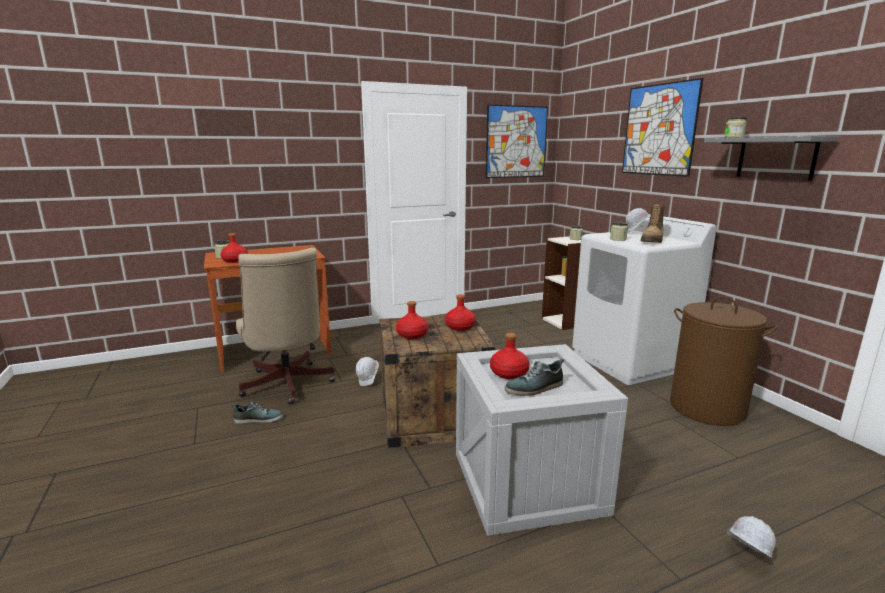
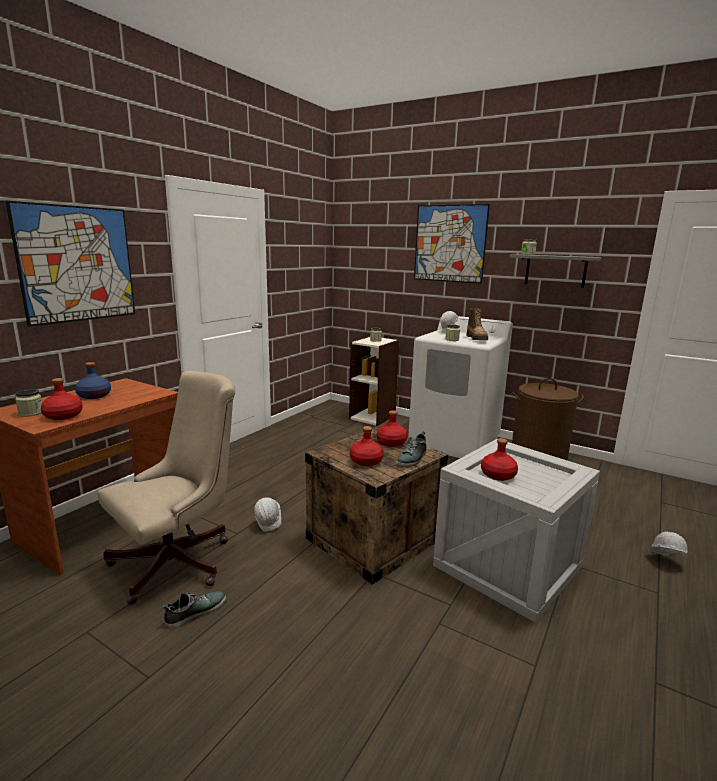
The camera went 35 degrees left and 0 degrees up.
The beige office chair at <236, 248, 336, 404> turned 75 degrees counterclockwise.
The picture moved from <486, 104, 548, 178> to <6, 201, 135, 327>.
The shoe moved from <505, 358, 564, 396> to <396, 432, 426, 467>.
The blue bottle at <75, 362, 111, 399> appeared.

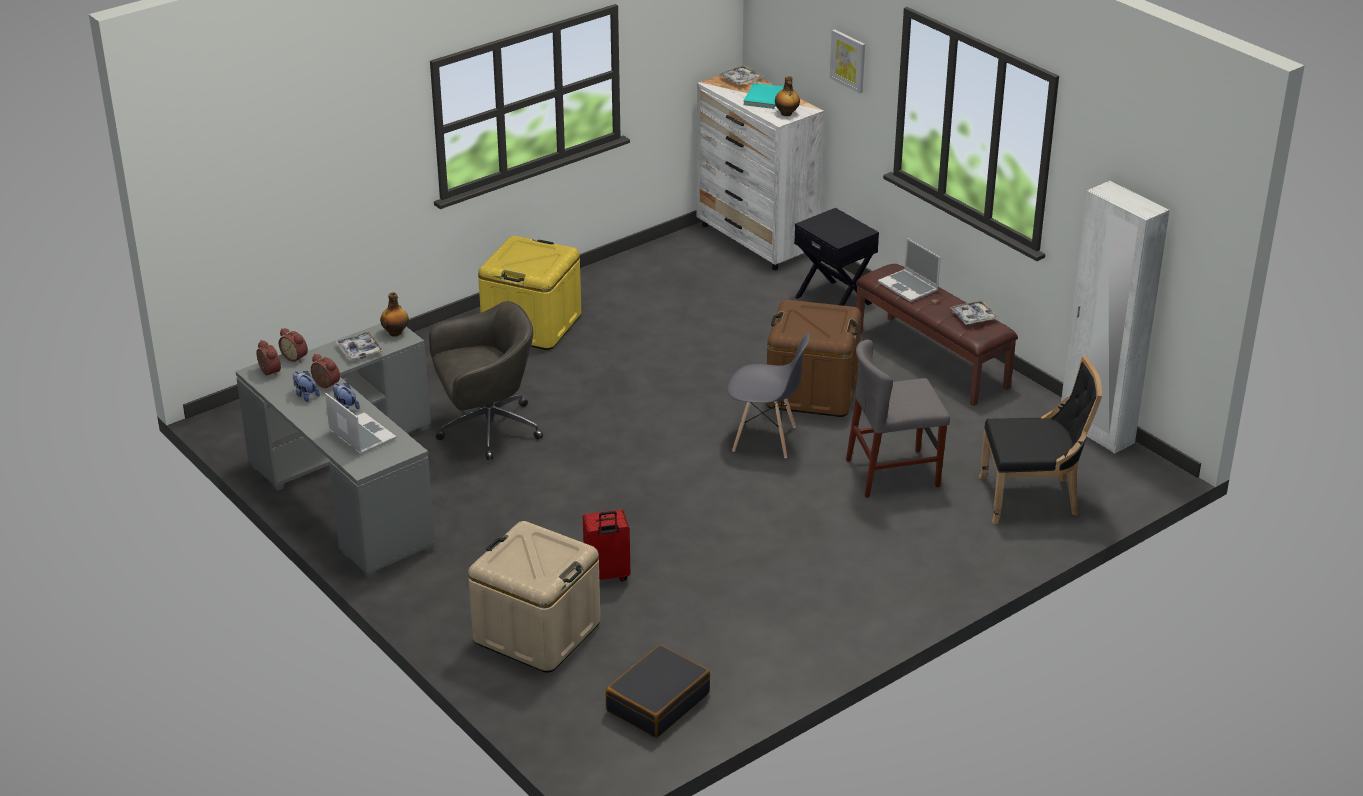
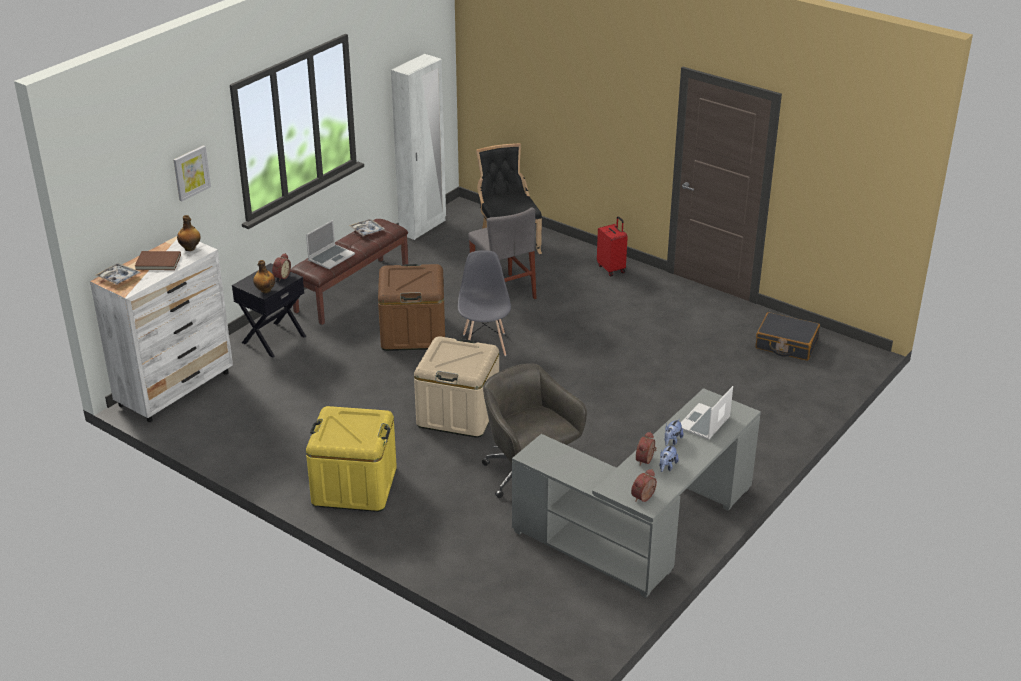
The camera went 105 degrees left and 0 degrees up.
The alarm clock moved from <279, 328, 308, 362> to <272, 253, 291, 281>.
The tray at <335, 332, 384, 360> disappeared.
The bottle moved from <380, 292, 409, 337> to <253, 260, 275, 293>.
The beige storage box moved from <468, 521, 601, 672> to <414, 336, 499, 438>.
The red suitcase moved from <583, 509, 630, 582> to <597, 216, 628, 276>.
The turquoise book at <743, 83, 784, 109> became the brown book at <135, 251, 181, 270>.

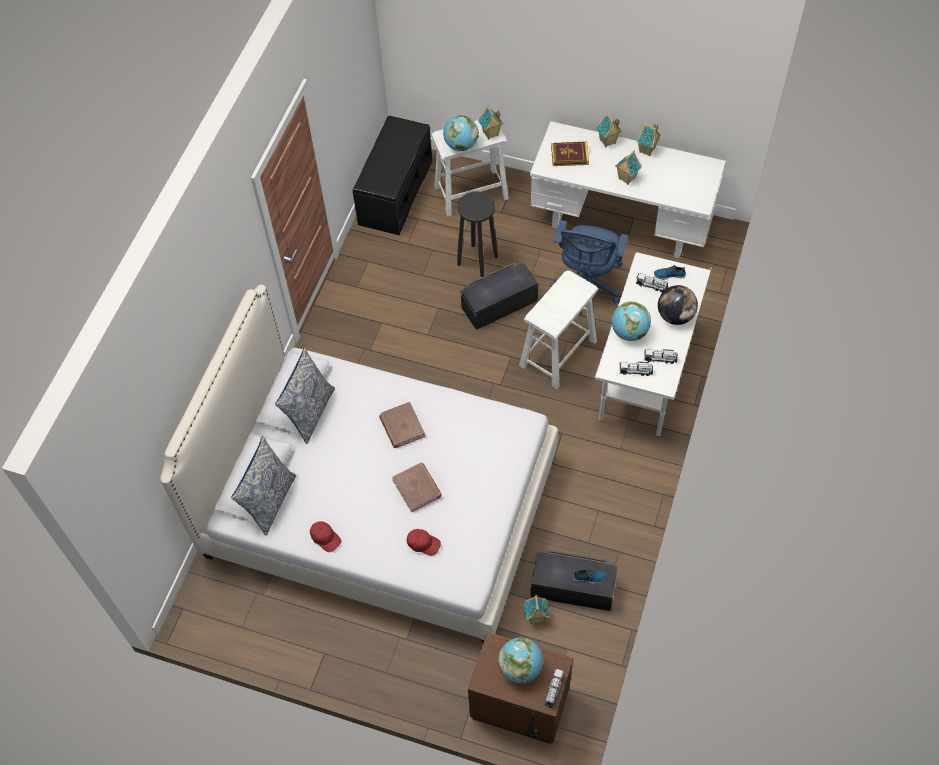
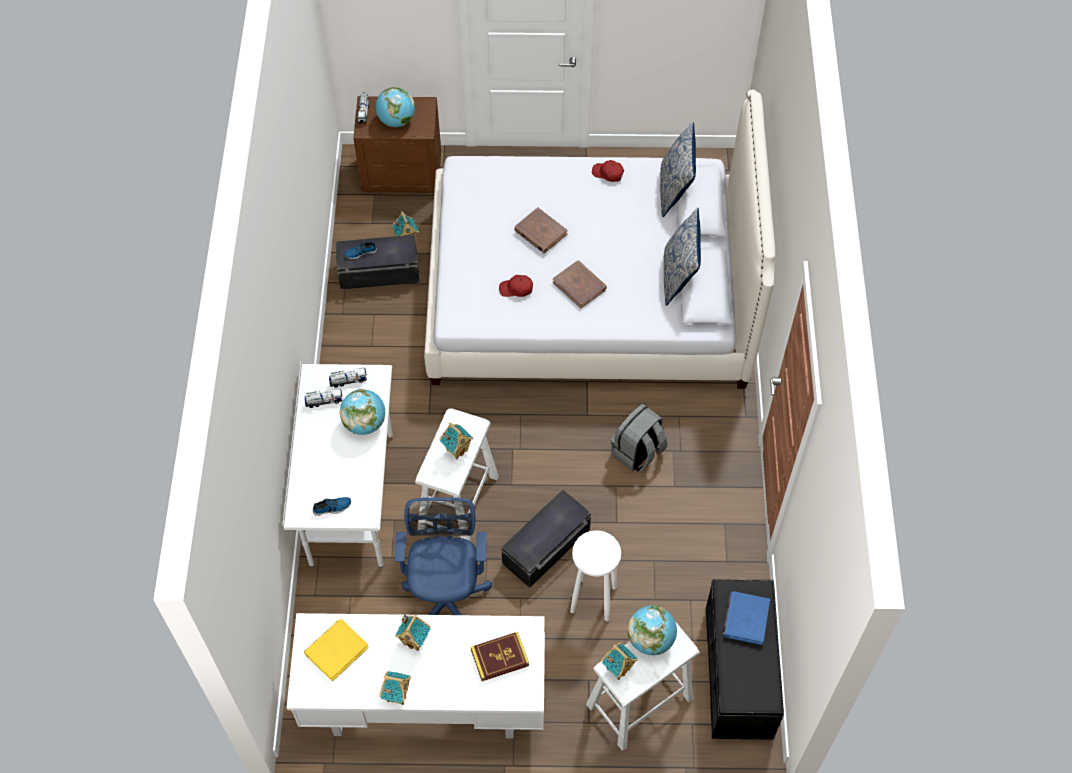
The camera went 160 degrees right and 0 degrees up.
The red cap moved from <407, 529, 441, 556> to <499, 275, 533, 297>.
The black stool at <457, 191, 498, 277> became the white stool at <570, 530, 621, 621>.
The toy house moved from <596, 113, 622, 148> to <439, 422, 473, 459>.
The toy truck at <636, 273, 669, 292> disappeared.
The globe at <658, 285, 698, 325> disappeared.
The yellow book at <304, 619, 369, 681> appeared.
The grey backpack at <611, 404, 667, 472> appeared.
The blue book at <723, 591, 770, 645> appeared.

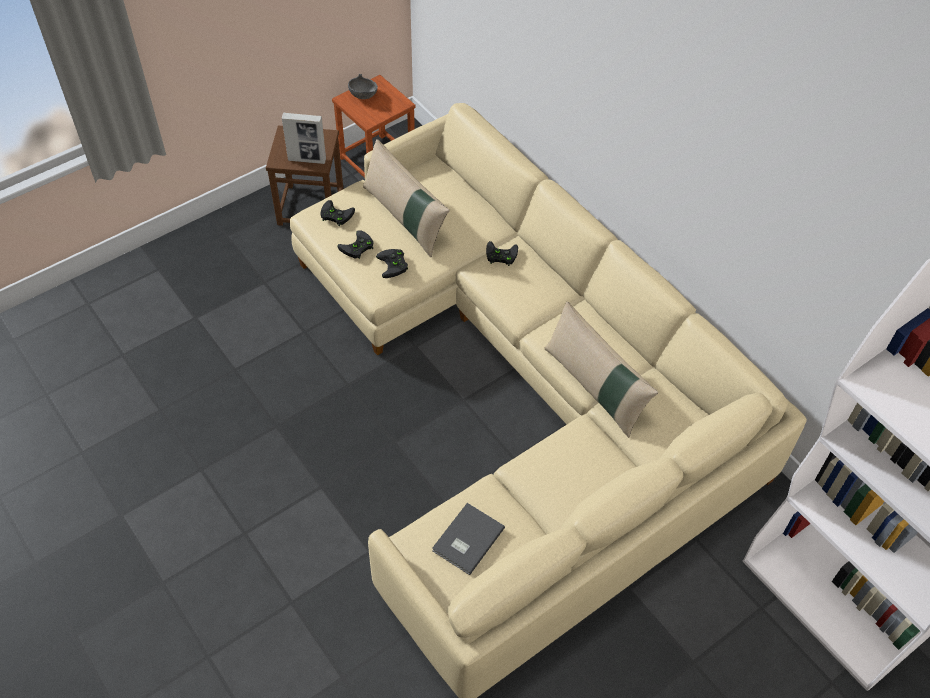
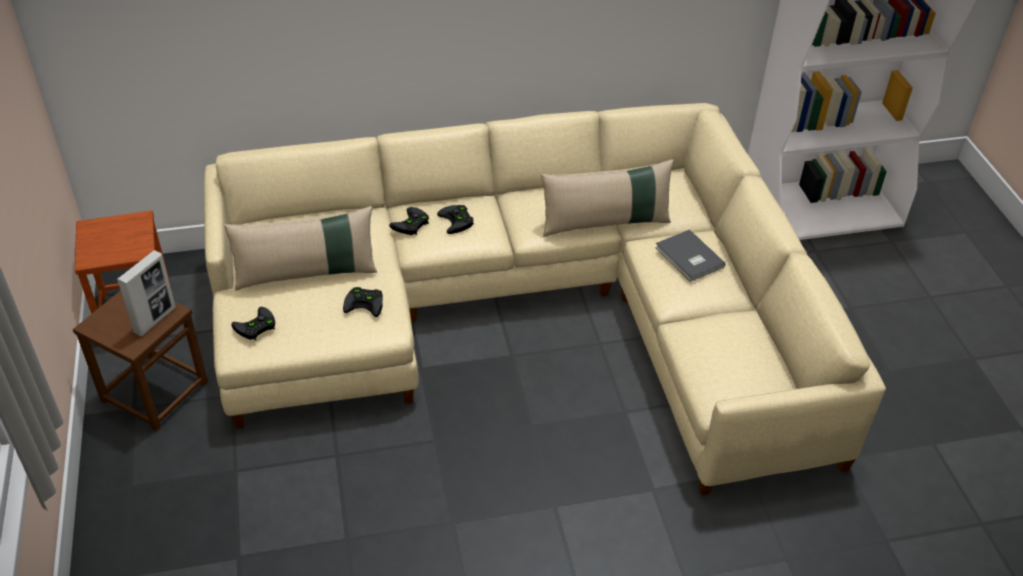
The camera went 65 degrees left and 10 degrees down.
The black game controller moved from <338, 230, 374, 259> to <437, 205, 474, 234>.
The grey bowl at <348, 74, 378, 99> disappeared.
The grey book moved from <432, 503, 505, 575> to <655, 229, 725, 282>.

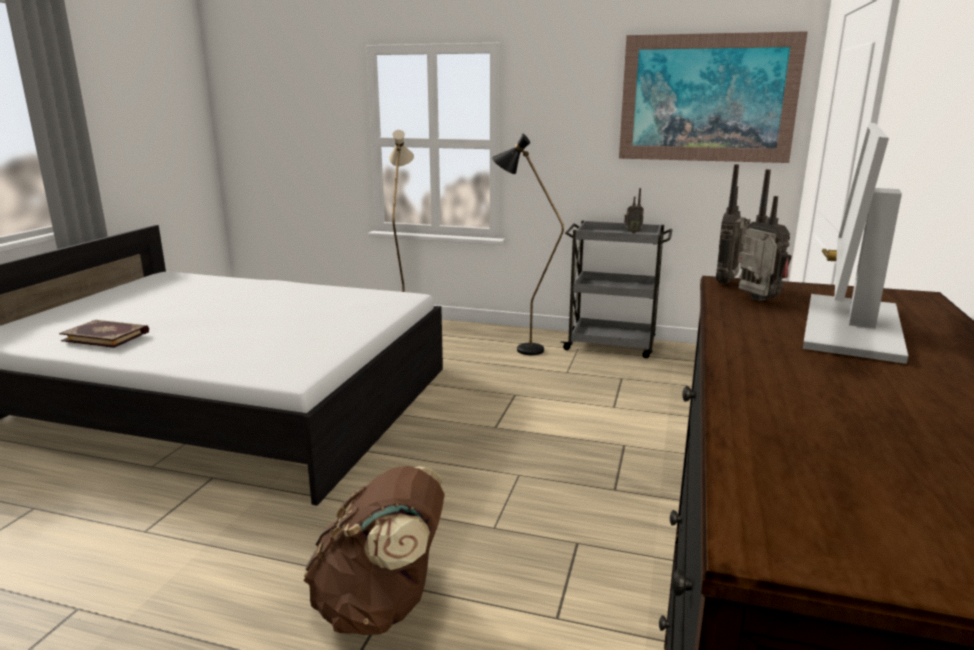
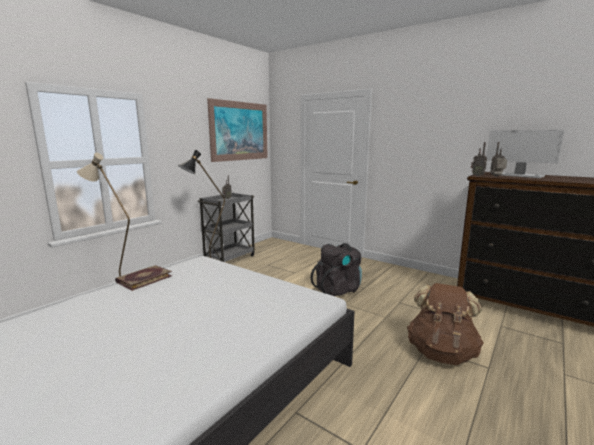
The camera went 70 degrees left and 5 degrees down.
The book moved from <59, 320, 149, 348> to <115, 265, 172, 291>.
The black backpack at <311, 243, 362, 296> appeared.

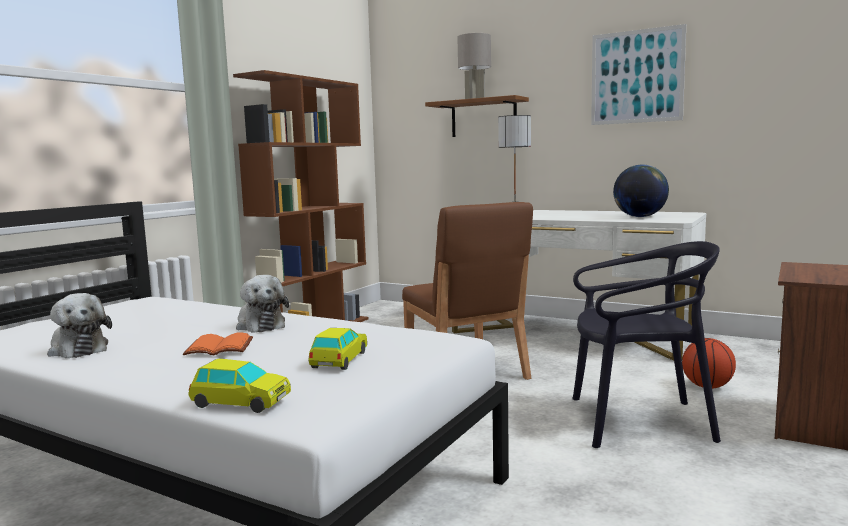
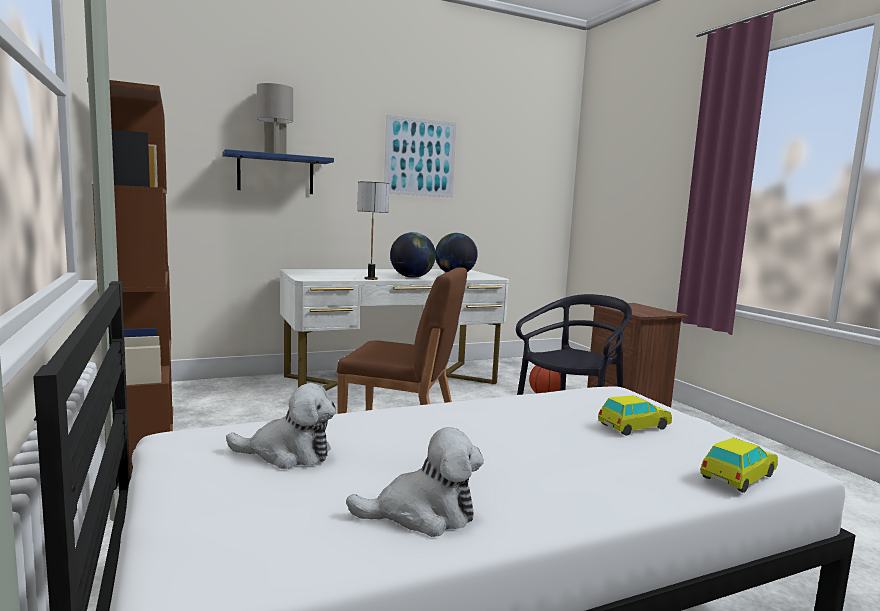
The camera went 55 degrees left and 0 degrees up.
The orange book at <183, 332, 253, 355> disappeared.
The plush toy moved from <236, 275, 289, 332> to <226, 383, 336, 469>.
The toy car at <308, 328, 367, 370> turned 105 degrees clockwise.
The brown shelf at <425, 95, 529, 137> became the blue shelf at <222, 149, 334, 194>.
The globe at <390, 232, 436, 278> appeared.

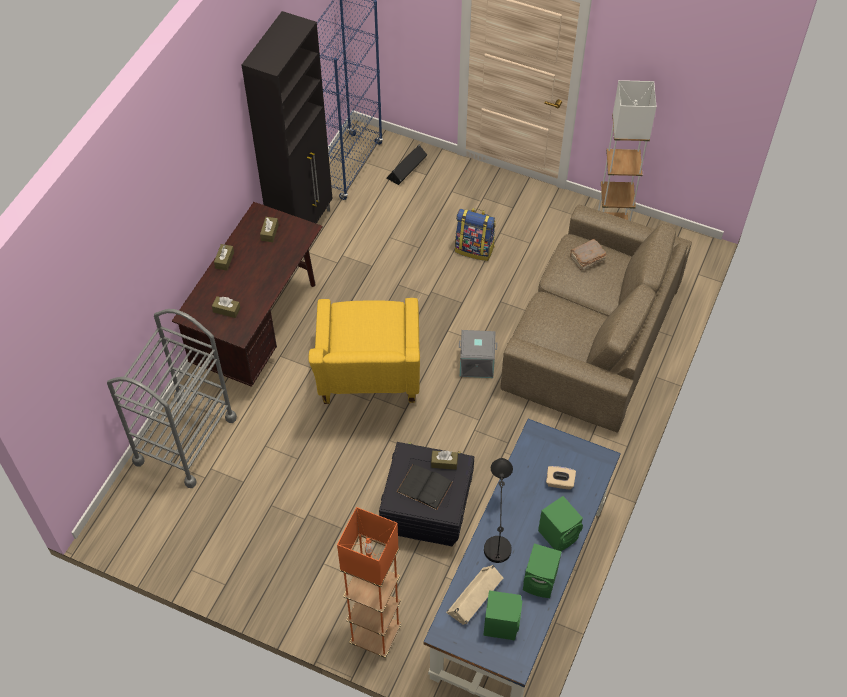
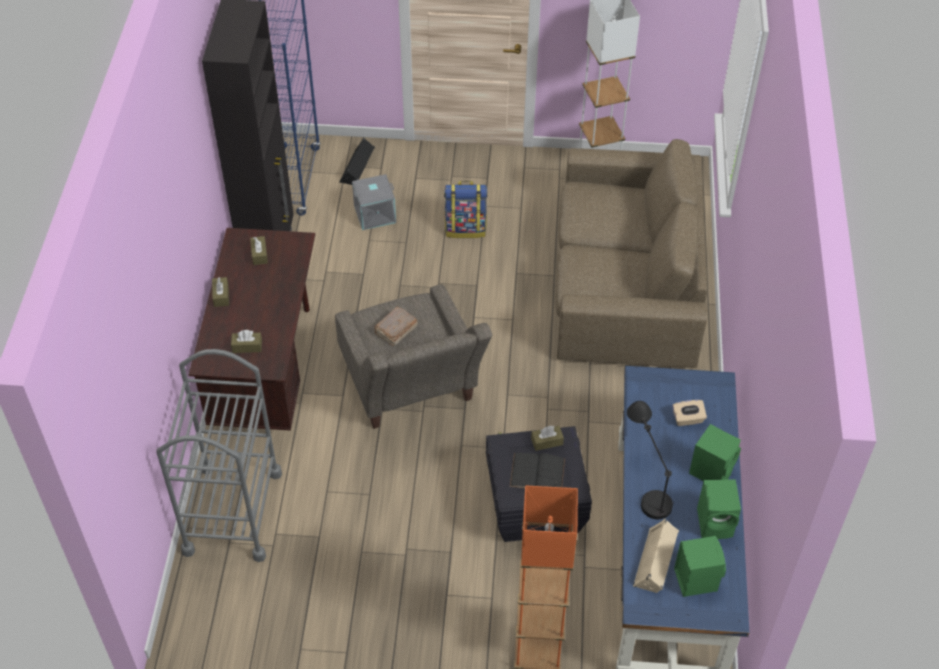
The camera went 20 degrees left and 5 degrees down.
The yellow armchair at <308, 298, 420, 404> became the grey armchair at <335, 284, 492, 429>.
The grey storage box moved from <459, 330, 497, 378> to <352, 174, 396, 230>.
The brown book moved from <570, 239, 607, 270> to <375, 306, 418, 346>.

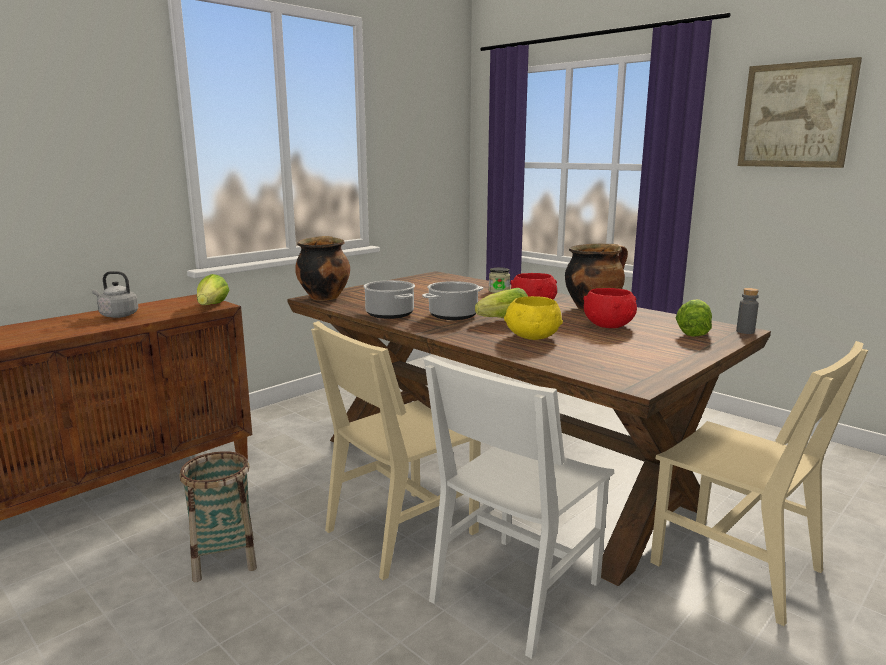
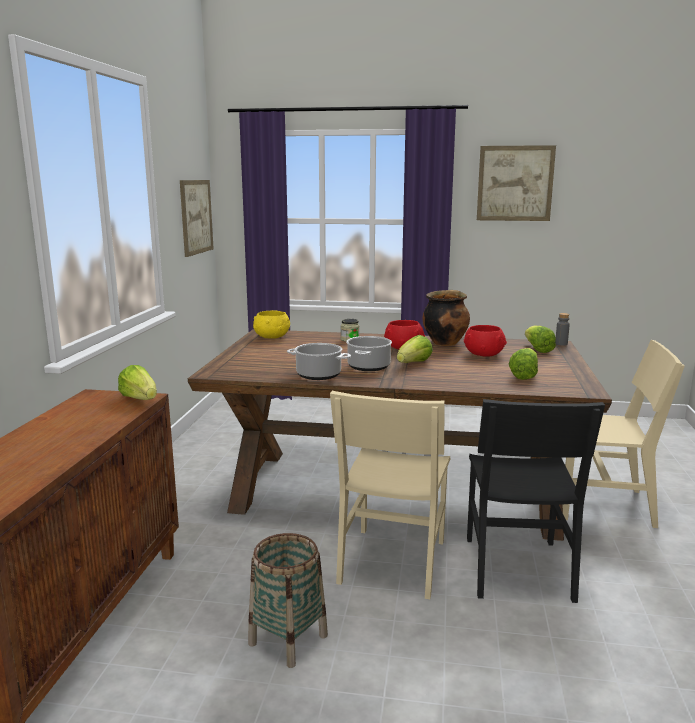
The camera went 35 degrees left and 0 degrees up.
The grey kettle at <92, 271, 139, 318> disappeared.
The cooking pot at <295, 236, 350, 301> disappeared.
The white chair at <424, 356, 614, 659> became the black chair at <467, 399, 605, 603>.
The yellow bowl moved from <504, 296, 563, 340> to <253, 310, 290, 339>.
The picture at <180, 180, 214, 257> appeared.
The lettuce at <509, 348, 538, 380> appeared.

